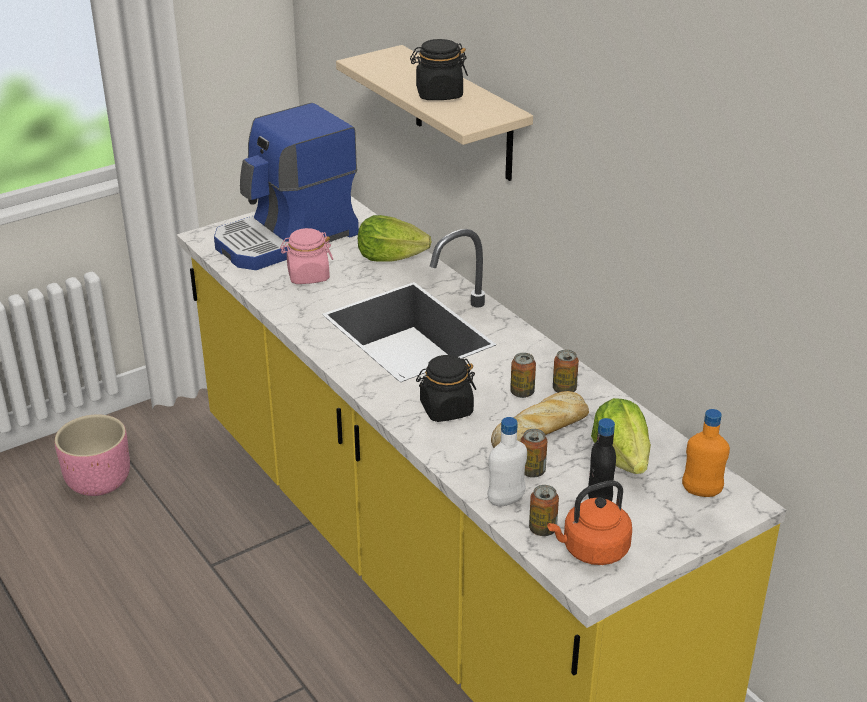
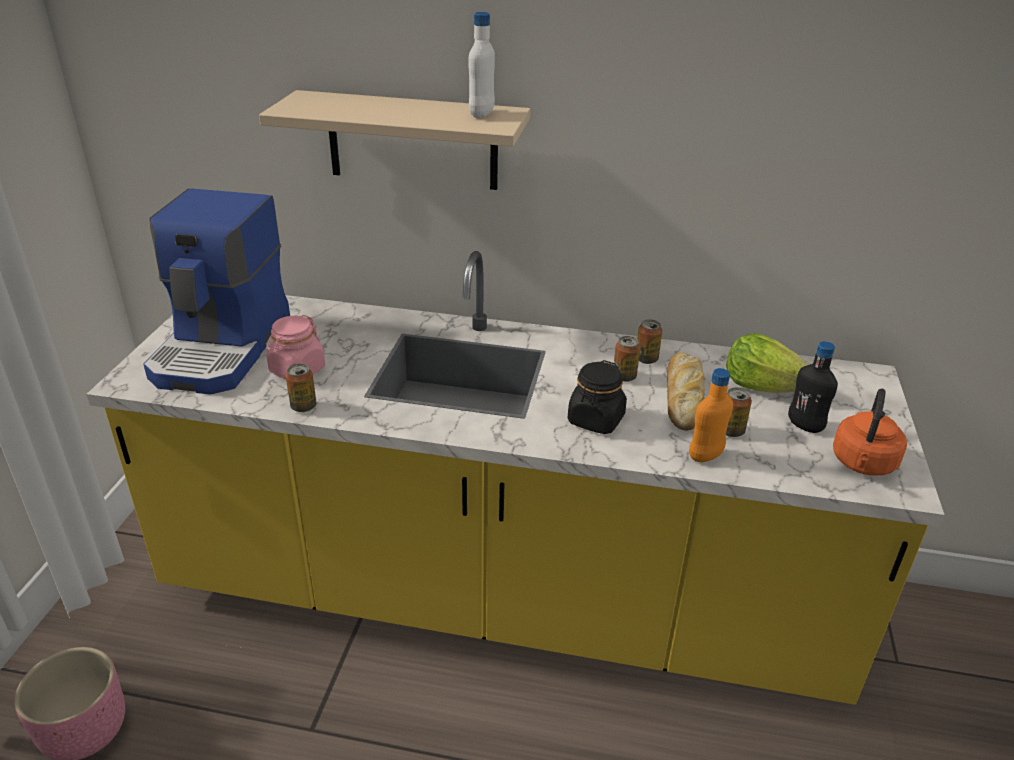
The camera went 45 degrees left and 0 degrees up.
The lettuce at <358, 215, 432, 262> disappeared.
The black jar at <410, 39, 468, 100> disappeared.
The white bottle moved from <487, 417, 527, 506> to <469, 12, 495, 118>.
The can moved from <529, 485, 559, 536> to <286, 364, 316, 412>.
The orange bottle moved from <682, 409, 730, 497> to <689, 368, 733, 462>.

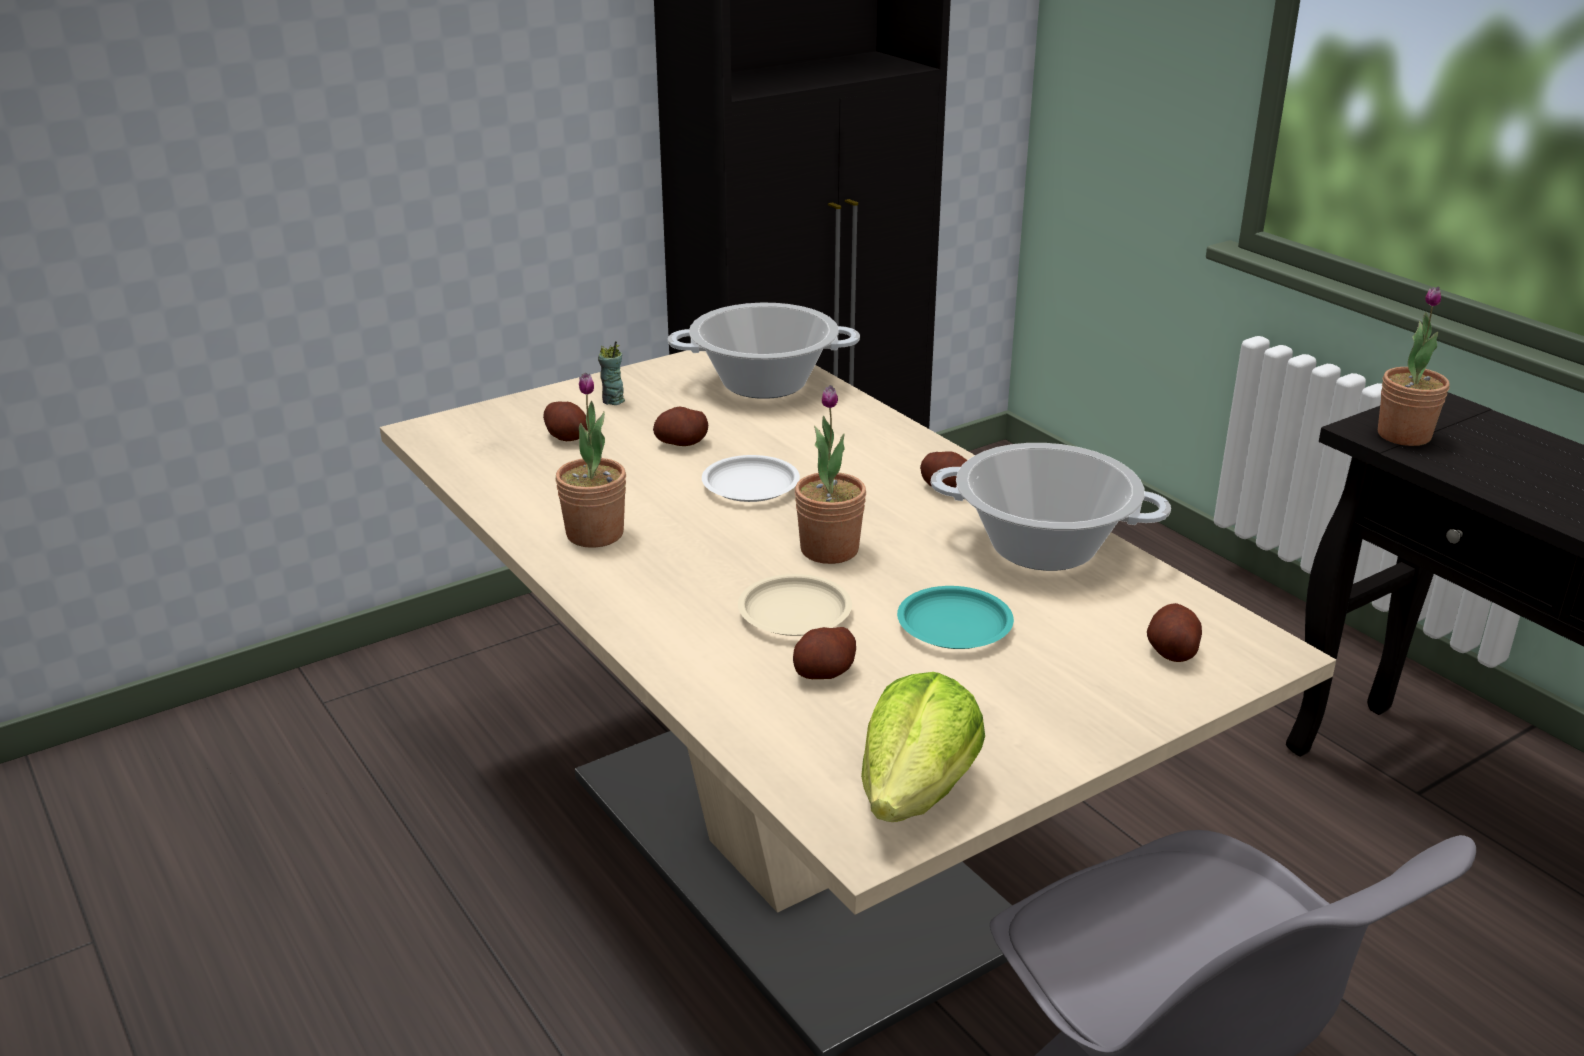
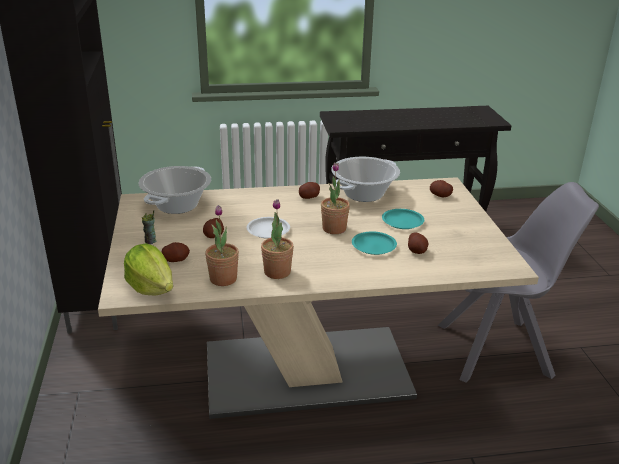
The camera went 65 degrees left and 0 degrees up.
The beige plate at <738, 574, 852, 636> became the turquoise plate at <352, 231, 397, 255>.
The lettuce moved from <861, 672, 985, 822> to <124, 243, 173, 295>.
The potted plant moved from <1378, 286, 1450, 446> to <205, 205, 239, 286>.

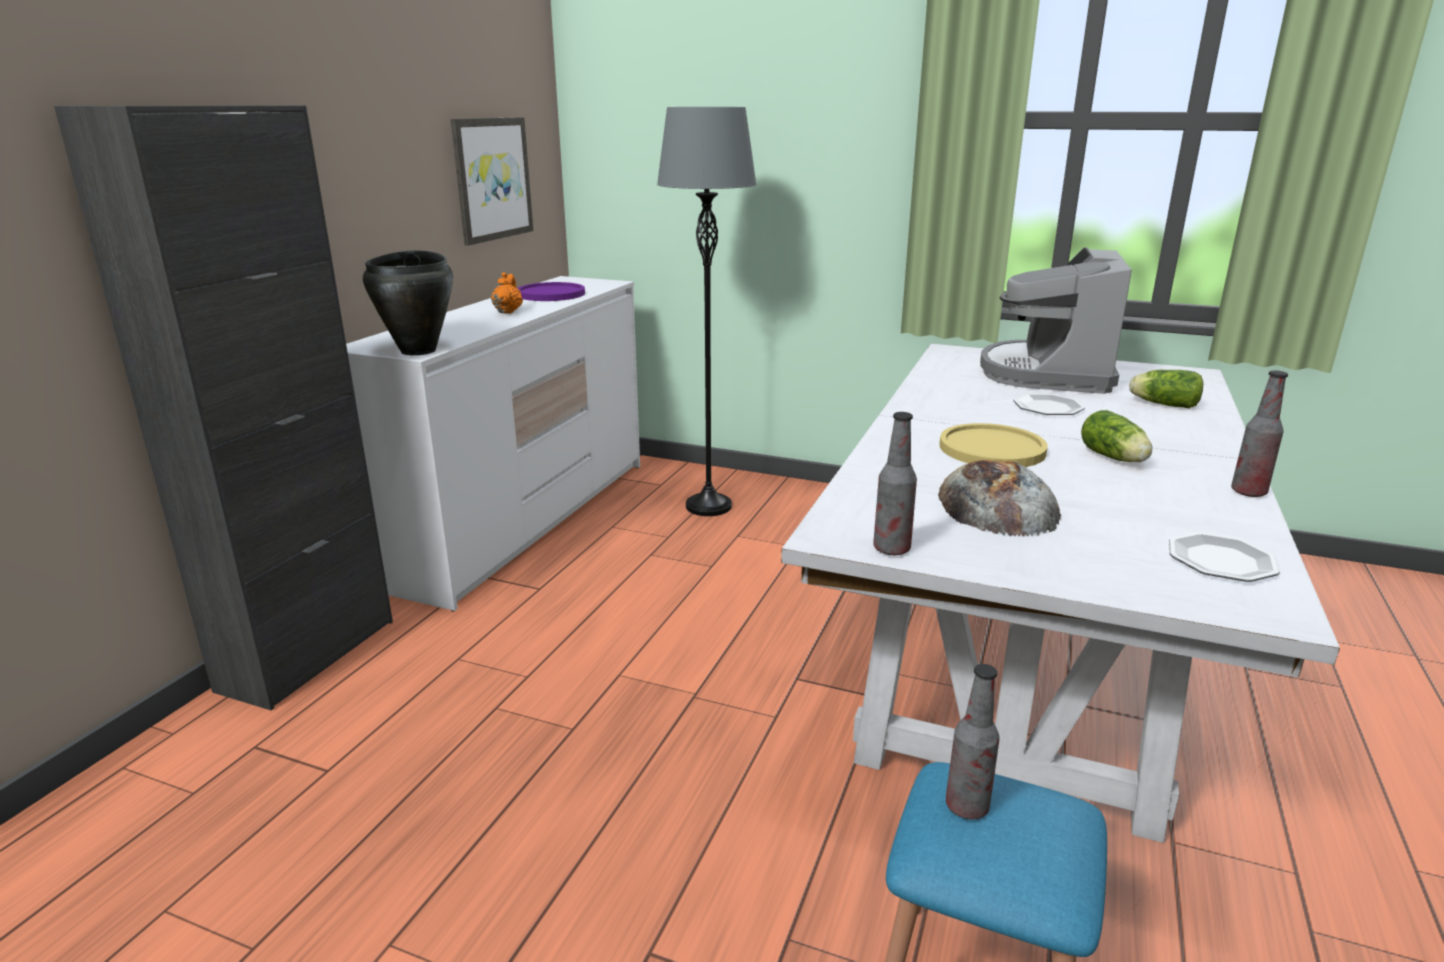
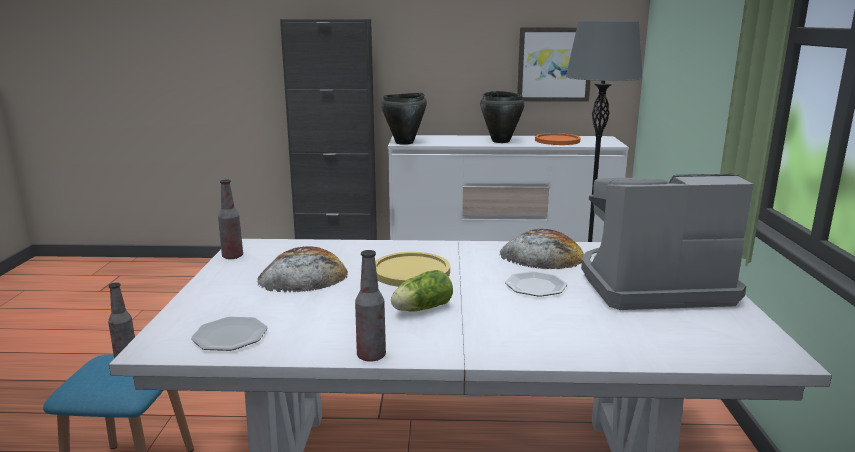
The camera went 70 degrees right and 5 degrees down.
The orange teapot at <491, 272, 523, 314> was replaced by the black cooking pot at <480, 91, 525, 143>.
The purple plate at <517, 282, 585, 301> became the orange plate at <535, 133, 580, 145>.
The lettuce at <1129, 370, 1203, 408> disappeared.
The bread at <499, 229, 584, 269> appeared.

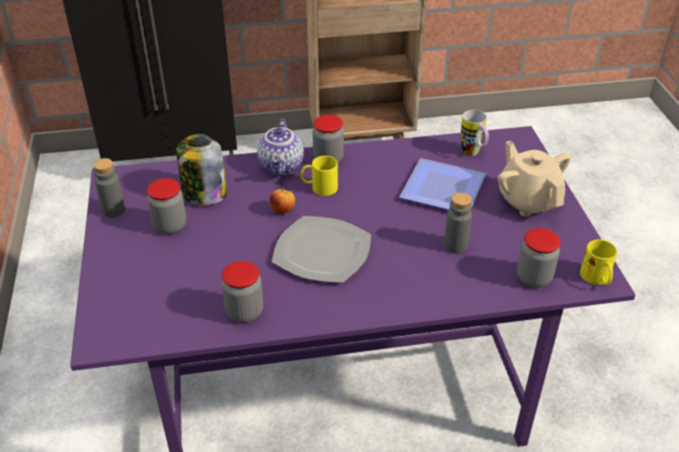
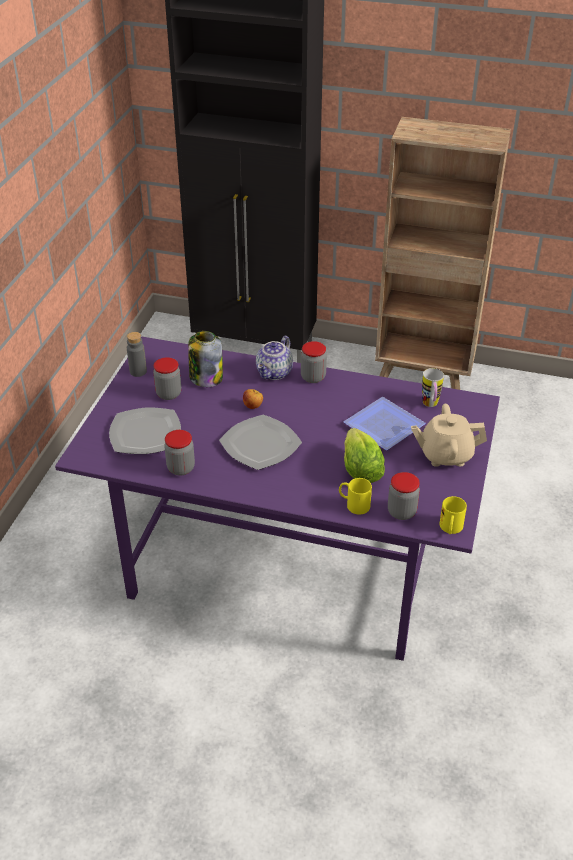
The camera went 25 degrees right and 0 degrees up.
The yellow mug moved from <301, 156, 338, 196> to <339, 478, 372, 515>.
The grey bottle at <444, 192, 472, 254> was replaced by the lettuce at <344, 428, 385, 483>.
The beige teapot at <498, 141, 571, 217> turned 90 degrees counterclockwise.
The plate at <109, 407, 181, 454> appeared.

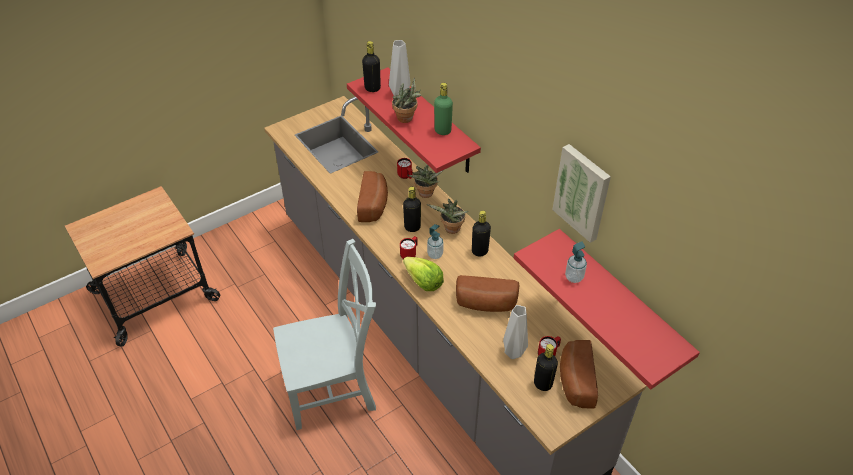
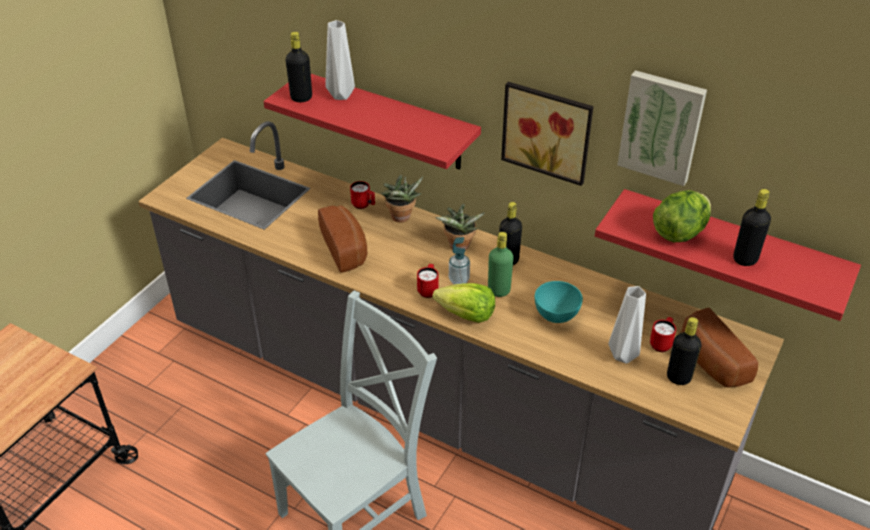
The camera went 25 degrees left and 5 degrees down.
The potted plant at <392, 78, 421, 123> disappeared.
The black bottle moved from <403, 187, 421, 232> to <733, 189, 771, 266>.
The green bottle moved from <434, 83, 453, 135> to <488, 232, 514, 297>.
The bread at <456, 275, 519, 312> was replaced by the turquoise bowl at <535, 281, 583, 323>.
The soap dispenser at <565, 241, 587, 283> was replaced by the lettuce at <653, 190, 711, 242>.
The picture at <501, 82, 593, 186> appeared.

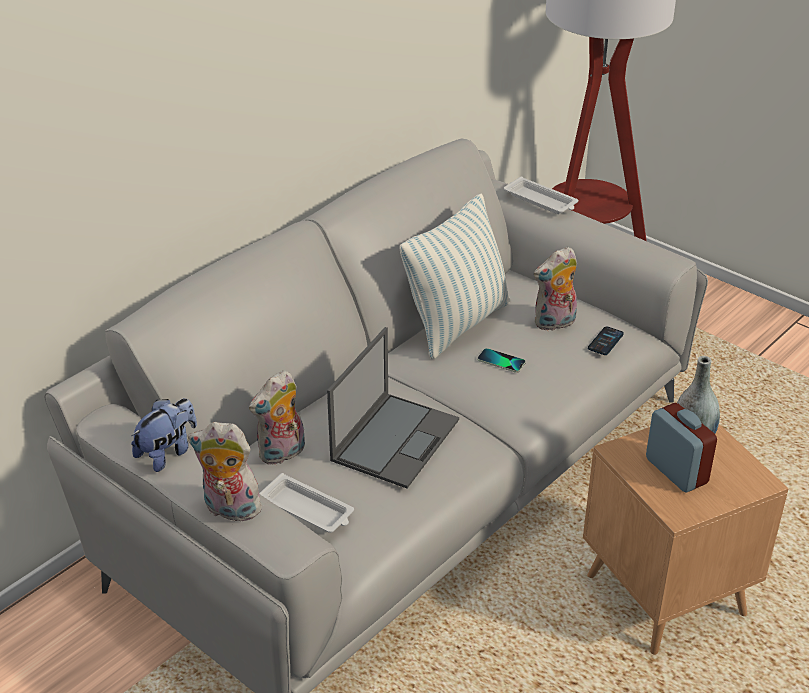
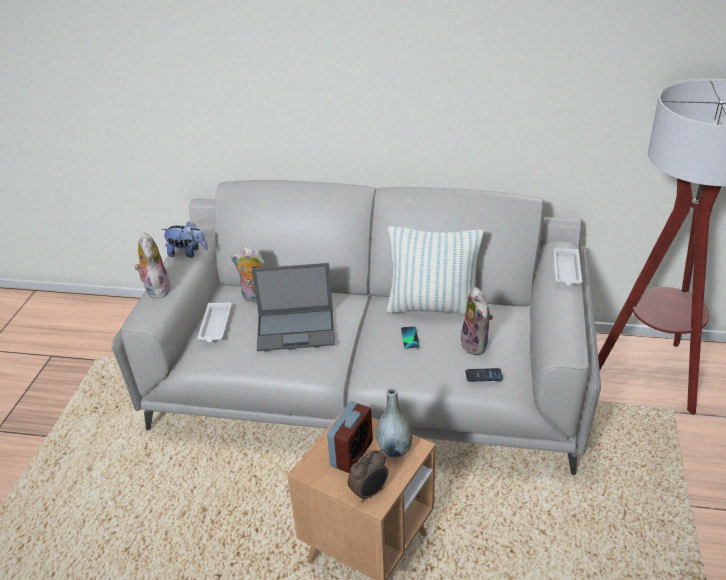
The camera went 60 degrees right and 0 degrees up.
The plush toy at <534, 247, 577, 331> turned 135 degrees counterclockwise.
The alarm clock at <348, 450, 388, 503> appeared.

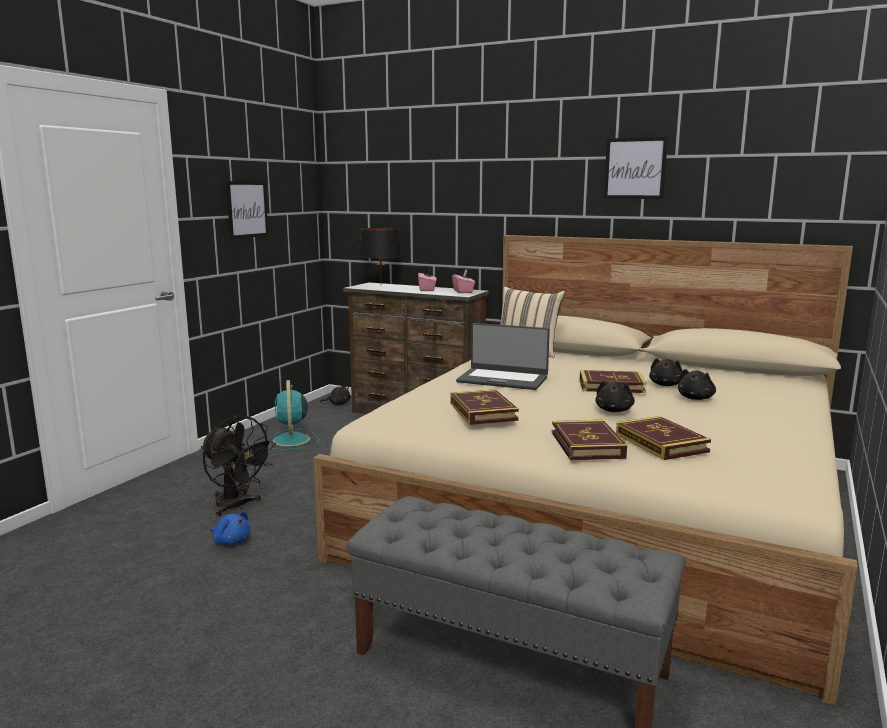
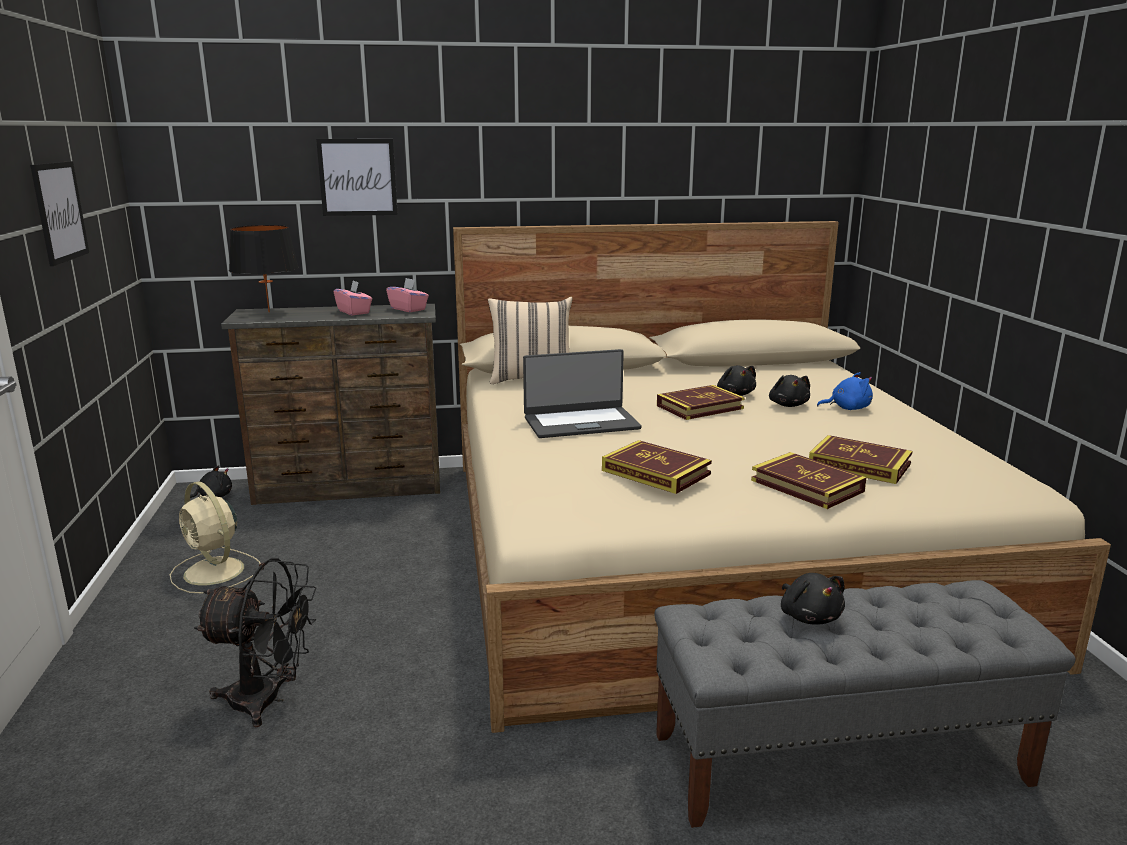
The camera went 35 degrees left and 5 degrees up.
The blue plush toy moved from <210, 511, 250, 545> to <817, 372, 873, 410>.
The turquoise fan at <267, 380, 319, 450> became the beige fan at <170, 481, 261, 594>.
The black plush toy moved from <595, 381, 635, 412> to <781, 573, 845, 625>.
The picture moved from <604, 137, 668, 199> to <316, 139, 398, 216>.

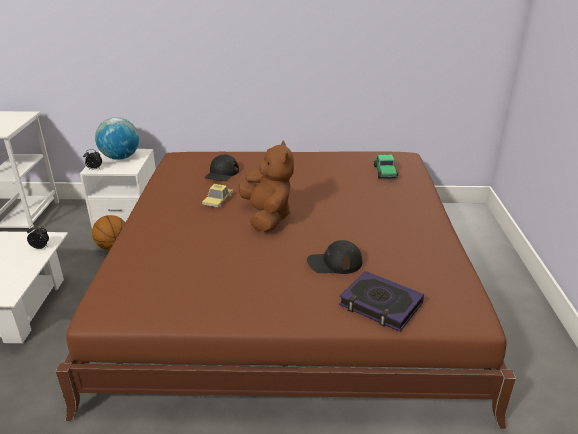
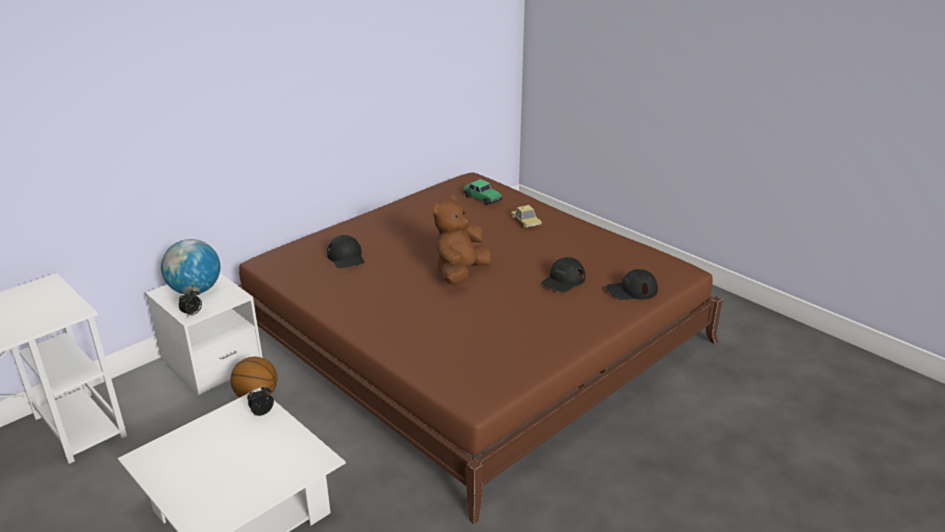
The camera went 45 degrees left and 0 degrees up.
The toy car moved from <202, 184, 233, 207> to <511, 205, 542, 228>.
The brown plush toy at <239, 141, 294, 232> turned 90 degrees counterclockwise.
The book at <339, 271, 424, 332> was replaced by the black cap at <606, 269, 658, 300>.

